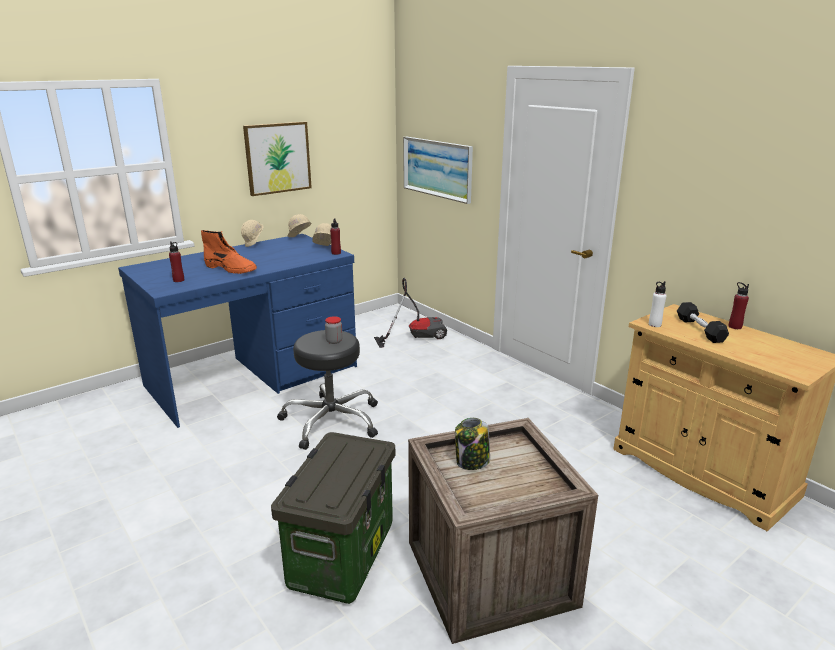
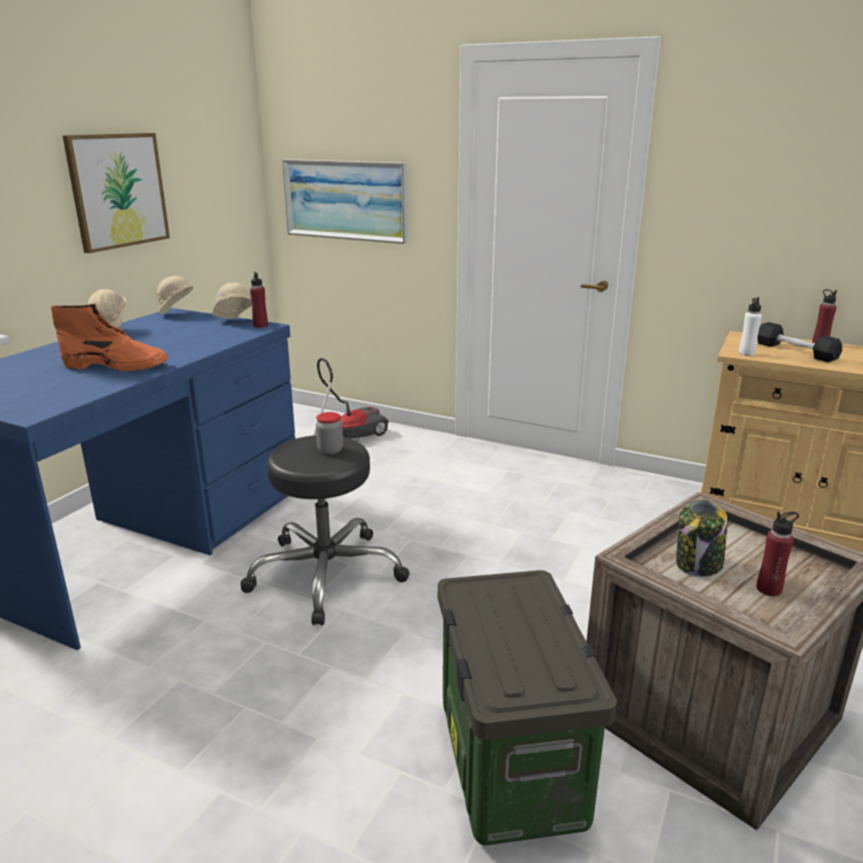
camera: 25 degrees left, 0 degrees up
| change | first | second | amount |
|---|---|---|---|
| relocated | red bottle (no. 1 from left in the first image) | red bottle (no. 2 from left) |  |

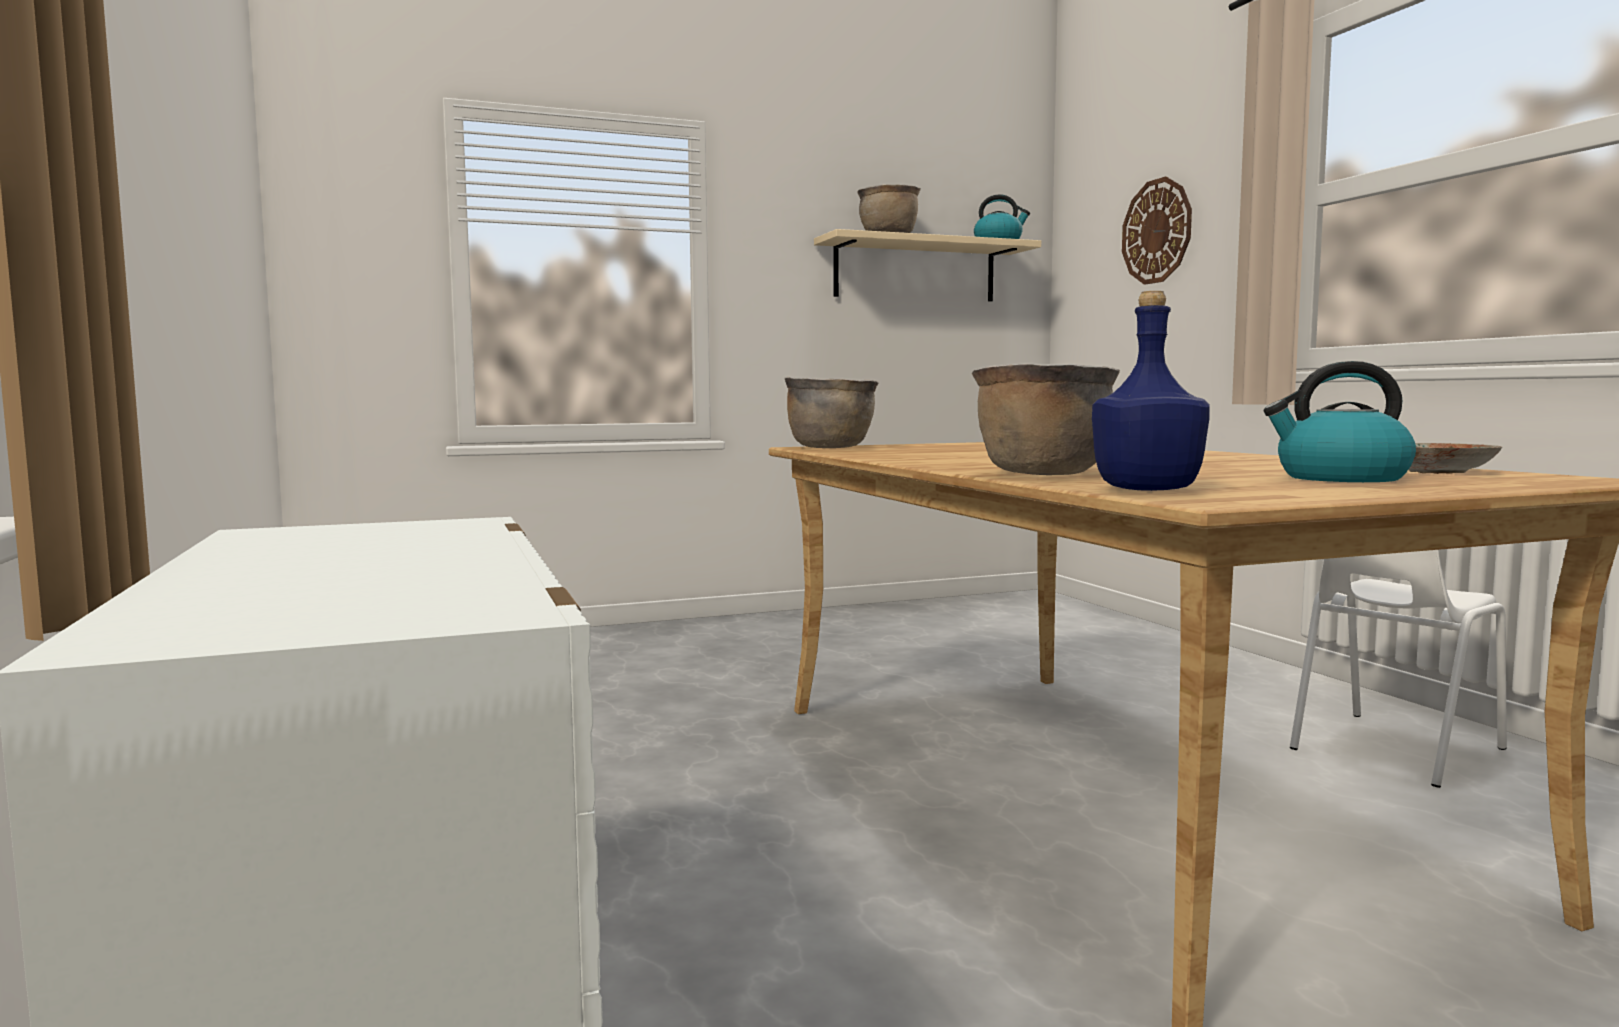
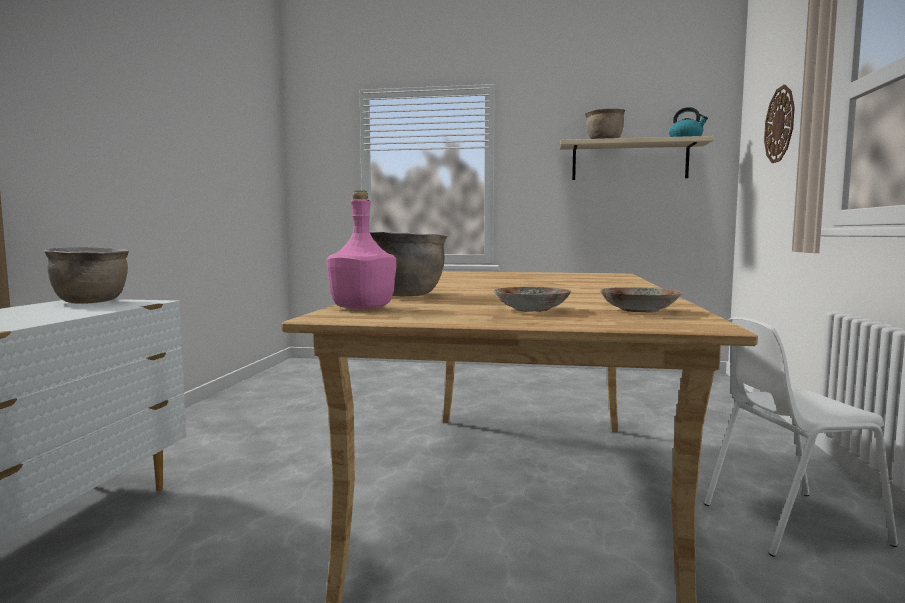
camera: 30 degrees right, 0 degrees up
| change | first | second | amount |
|---|---|---|---|
| relocated | brown cooking pot (no. 1 from left) |  |  |
| exchanged | kettle (no. 2 from left) | plate (no. 1 from left) |  |
| colour | blue bottle | pink bottle |  |

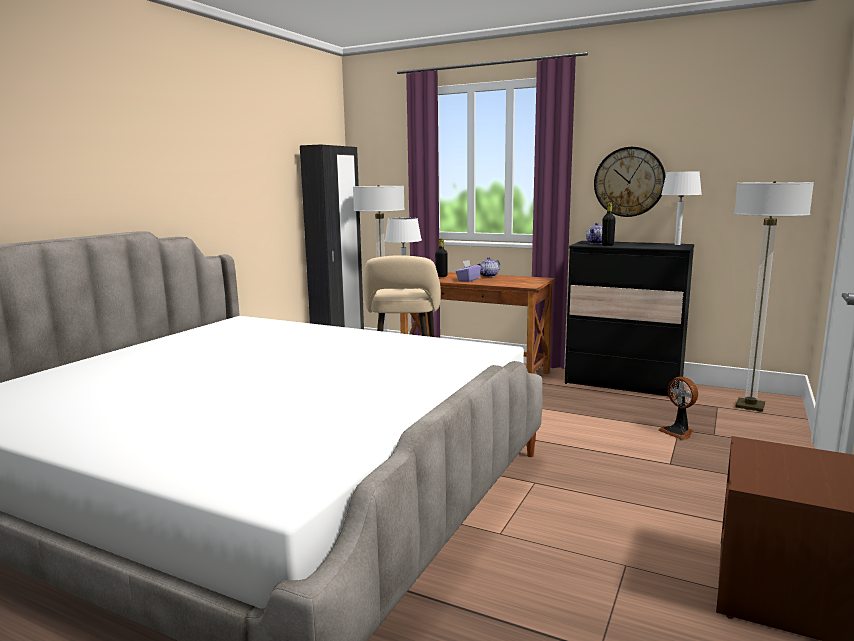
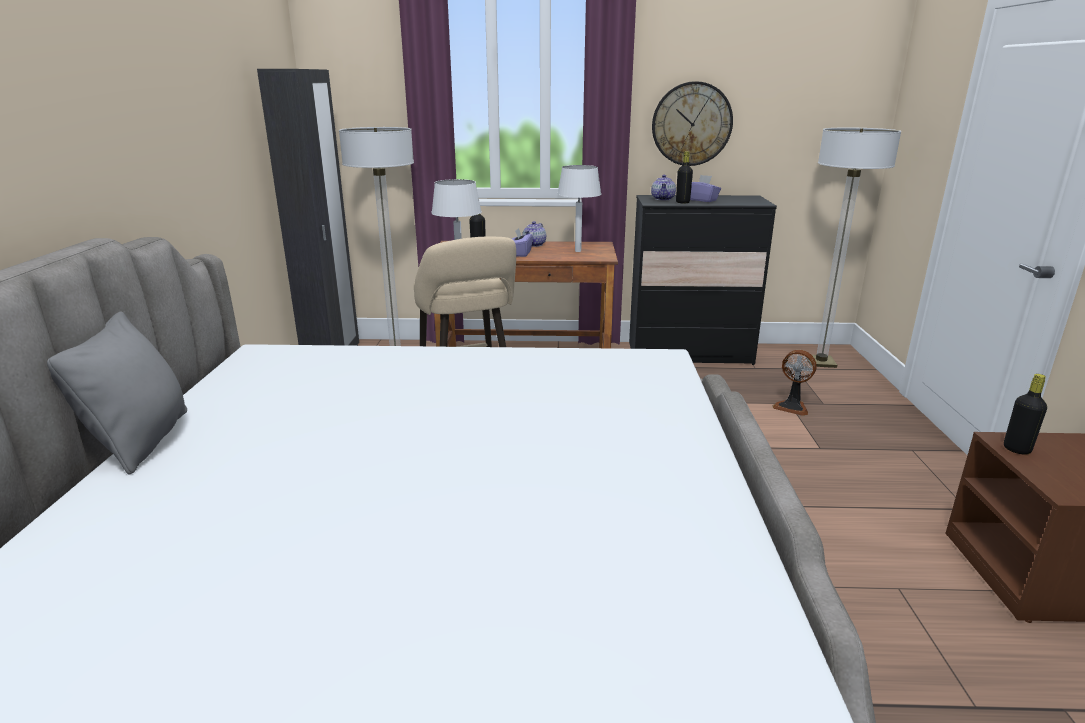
camera: 25 degrees left, 10 degrees up
| change | first | second | amount |
|---|---|---|---|
| appeared |  | grey pillow |  |
| appeared |  | purple tissue box (no. 2 from left) |  |
| appeared |  | black bottle (no. 3 from left) |  |
| relocated | white table lamp (no. 2 from left) |  |  |

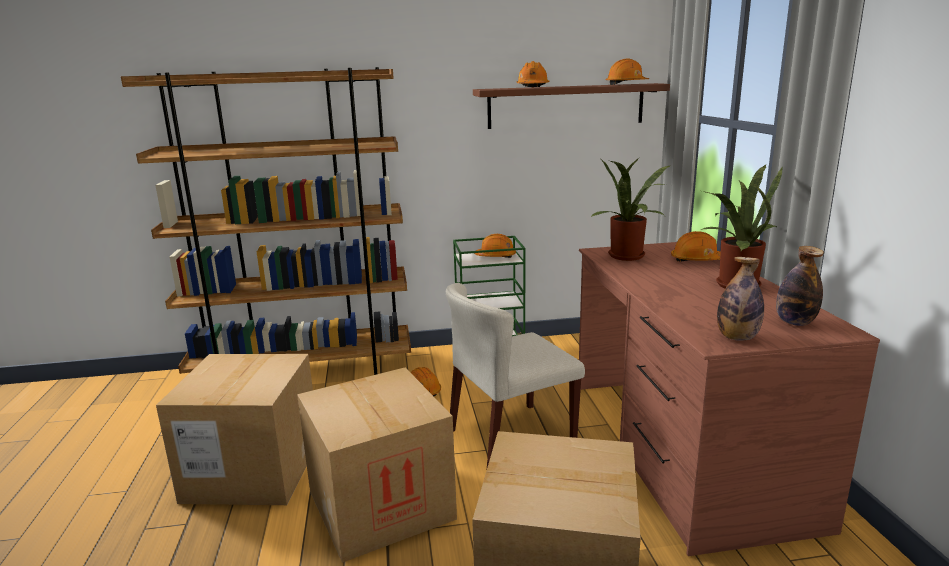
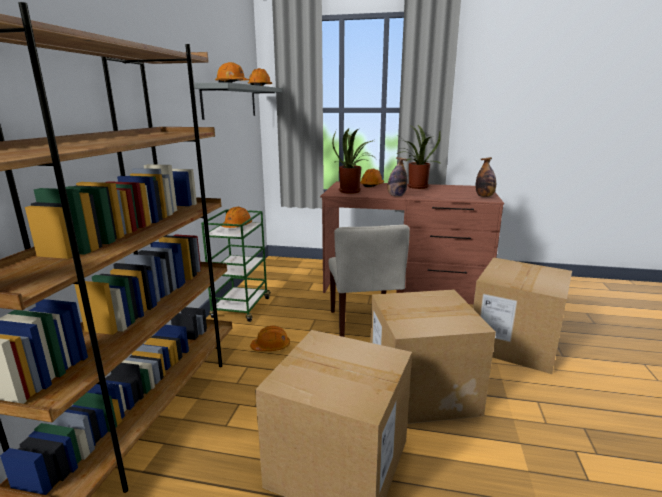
camera: 70 degrees left, 0 degrees up
| change | first | second | amount |
|---|---|---|---|
| relocated | bottle (no. 2 from left in the first image) | bottle (no. 1 from left) |  |
| colour | brown shelf | grey shelf |  |

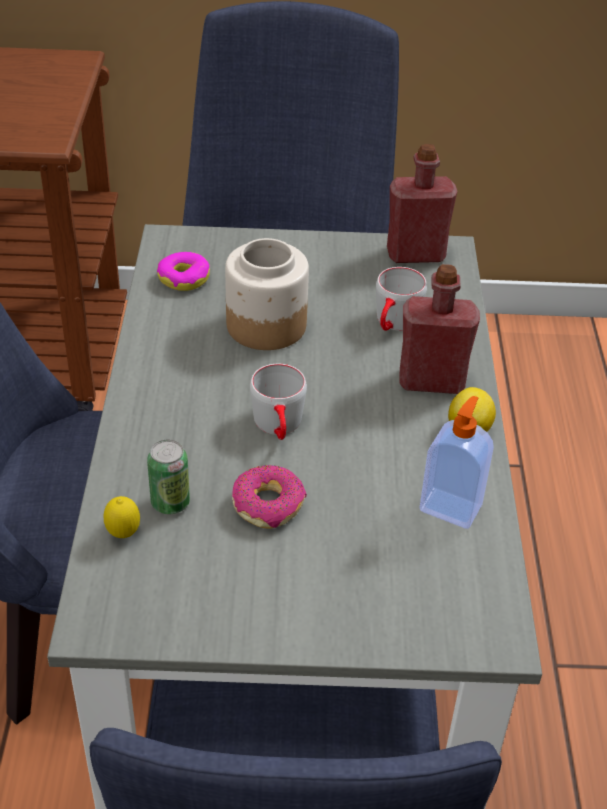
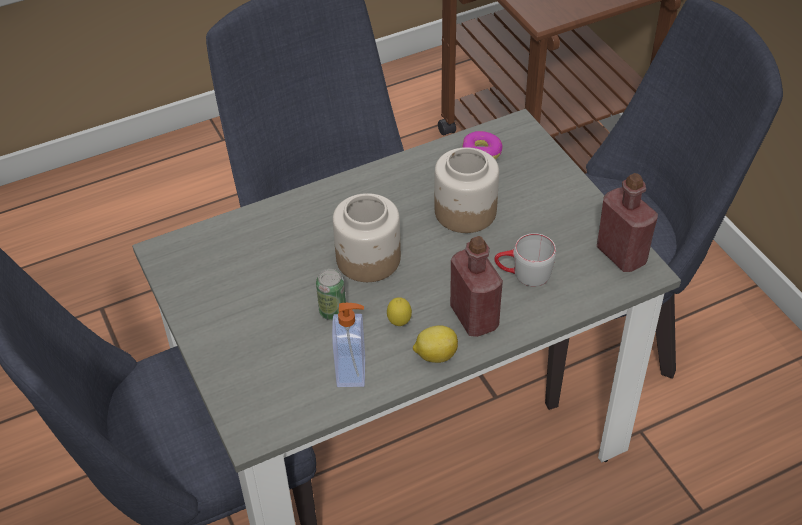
camera: 65 degrees right, 5 degrees up
| change | first | second | amount |
|---|---|---|---|
| missing | donut (no. 2 from left) |  |  |
| relocated | lemon (no. 1 from left) |  |  |
| relocated | can |  |  |
| exchanged | grey mug (no. 1 from left) | jar (no. 1 from left) |  |

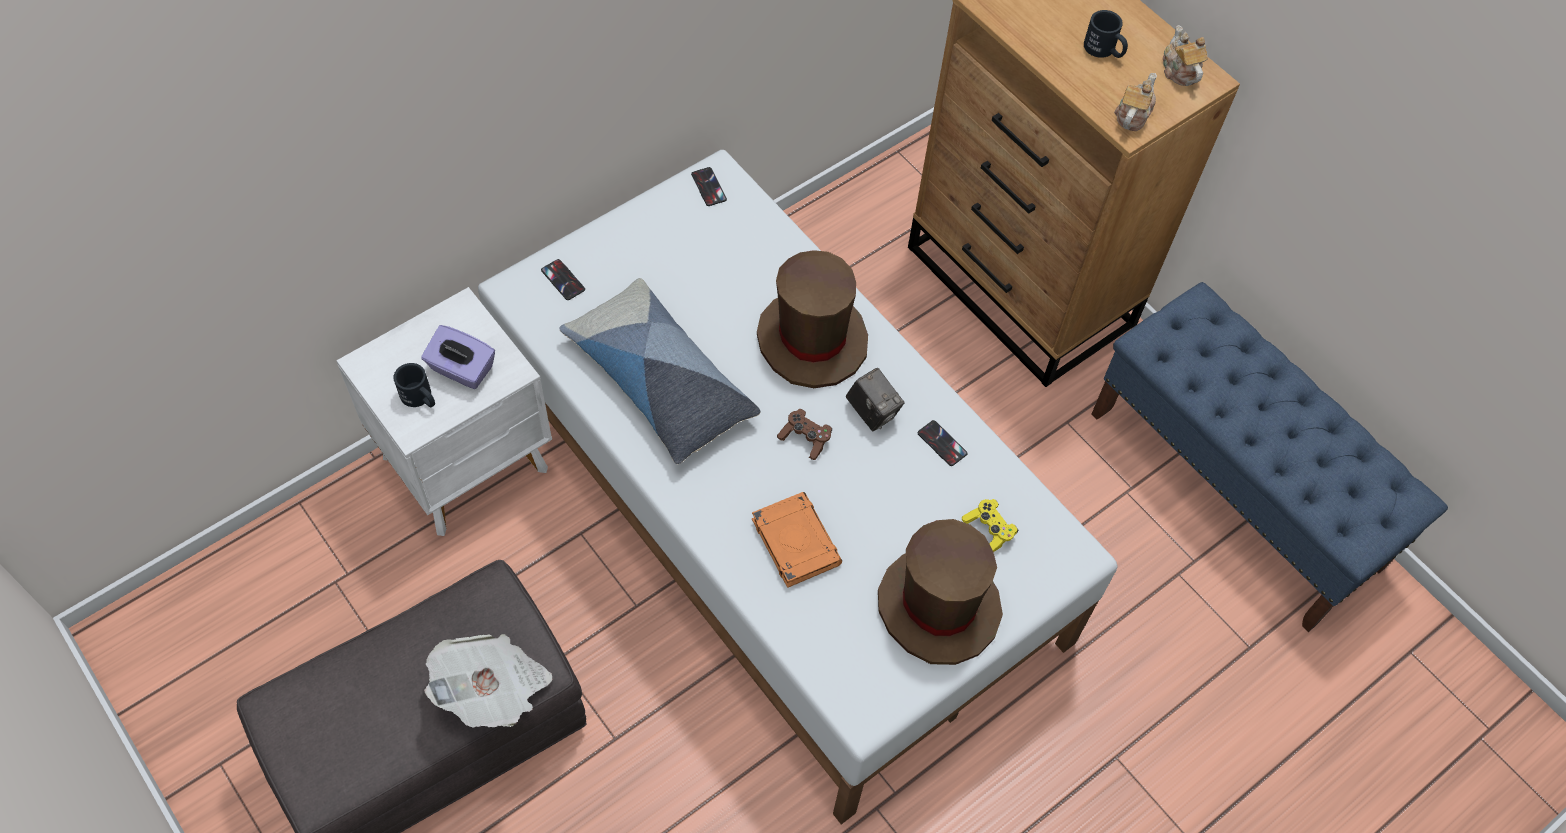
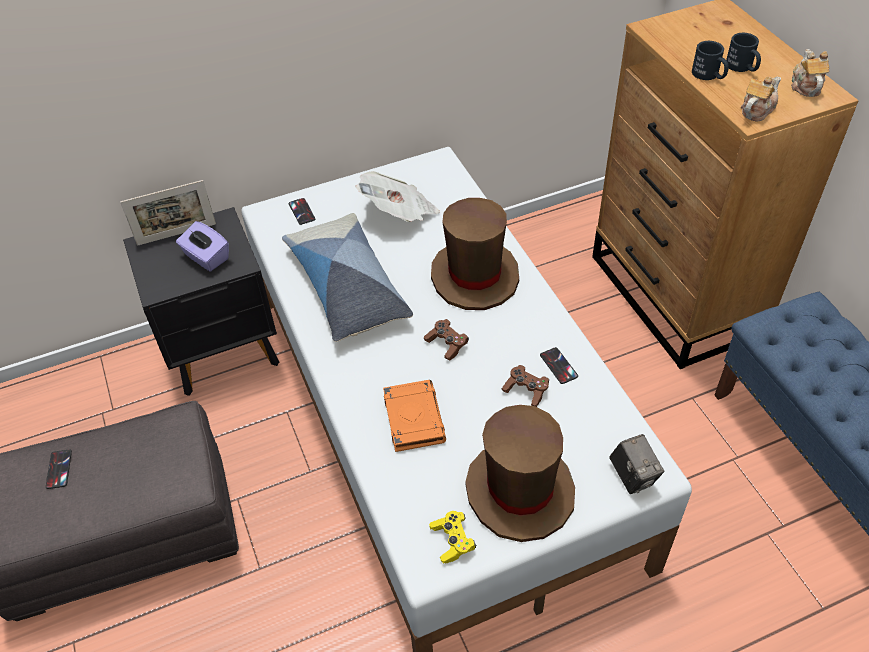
camera: 20 degrees right, 10 degrees down
| change | first | second | amount |
|---|---|---|---|
| appeared |  | picture frame |  |
| appeared |  | brown game controller (no. 2 from left) |  |
| relocated | black mug (no. 1 from left) |  |  |
| relocated | newspaper |  |  |
| relocated | phone (no. 2 from left in the first image) | phone (no. 1 from left) |  |
| relocated | photo camera |  |  |
| relocated | yellow game controller |  |  |
| colour | white nightstand | black nightstand |  |

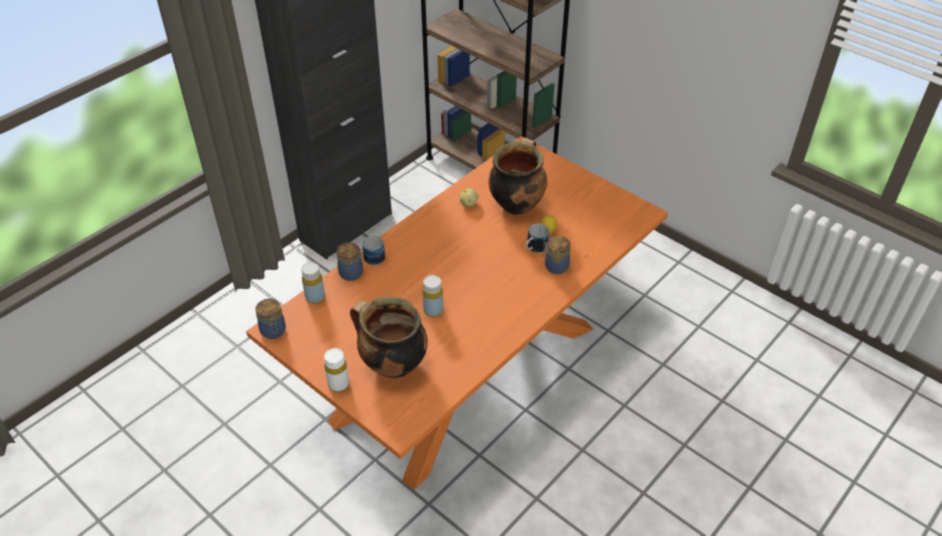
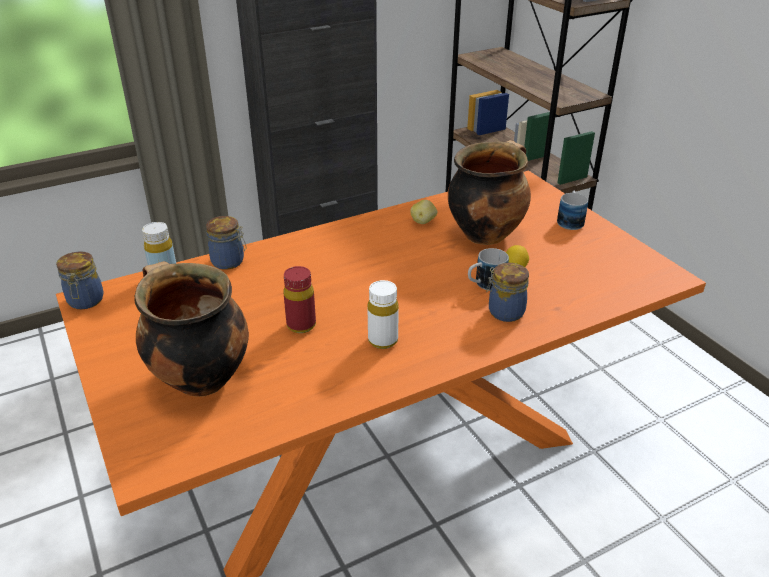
camera: 20 degrees right, 10 degrees down
| change | first | second | amount |
|---|---|---|---|
| relocated | white bottle |  |  |
| relocated | mug (no. 1 from left in the first image) | mug (no. 2 from left) |  |
| colour | yellow bottle (no. 2 from left) | red bottle |  |

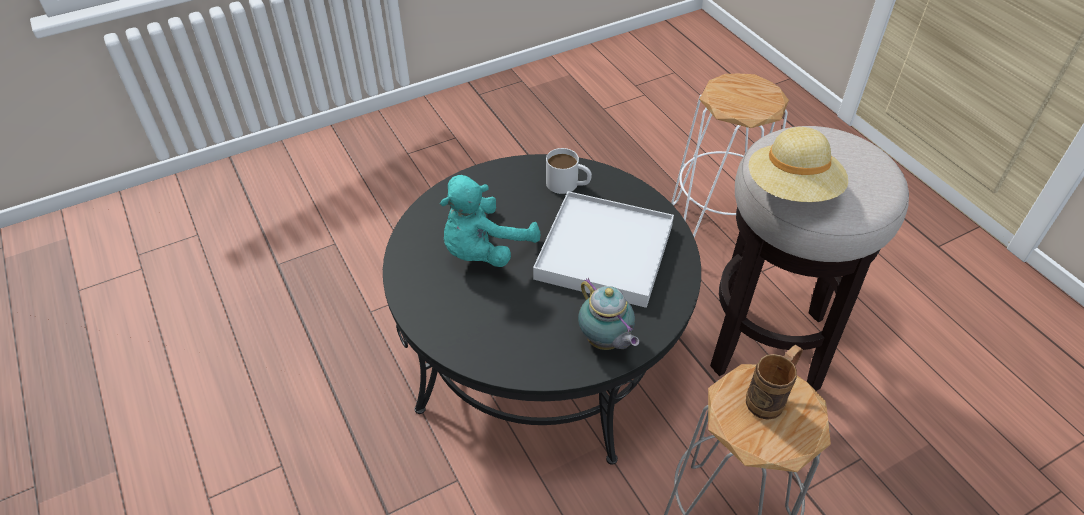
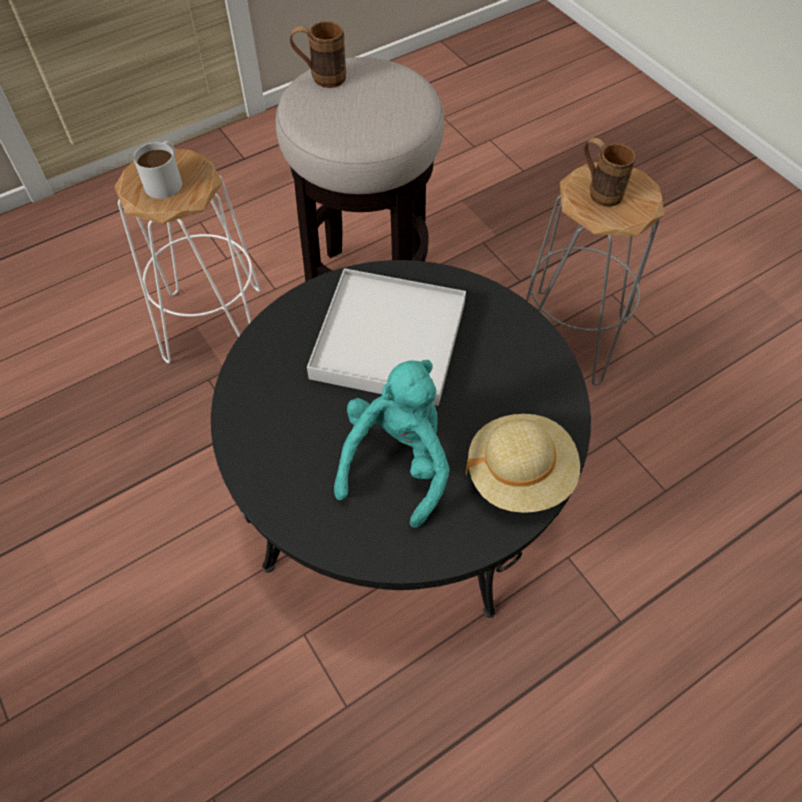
camera: 95 degrees left, 10 degrees up
| change | first | second | amount |
|---|---|---|---|
| missing | teapot |  |  |
| appeared |  | brown mug (no. 1 from left) |  |
| relocated | white mug |  |  |
| relocated | beige hat |  |  |
| spun | turquoise plush toy |  | 105 degrees counterclockwise |

